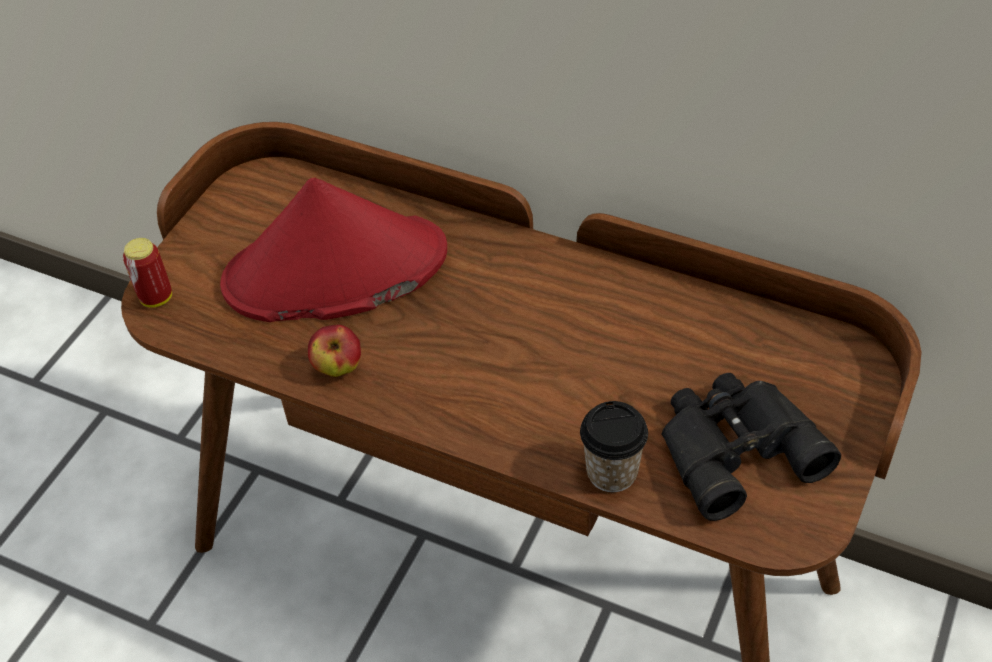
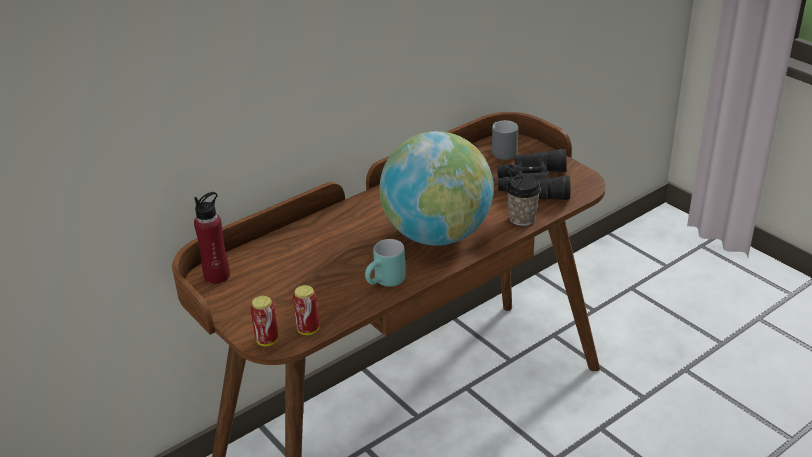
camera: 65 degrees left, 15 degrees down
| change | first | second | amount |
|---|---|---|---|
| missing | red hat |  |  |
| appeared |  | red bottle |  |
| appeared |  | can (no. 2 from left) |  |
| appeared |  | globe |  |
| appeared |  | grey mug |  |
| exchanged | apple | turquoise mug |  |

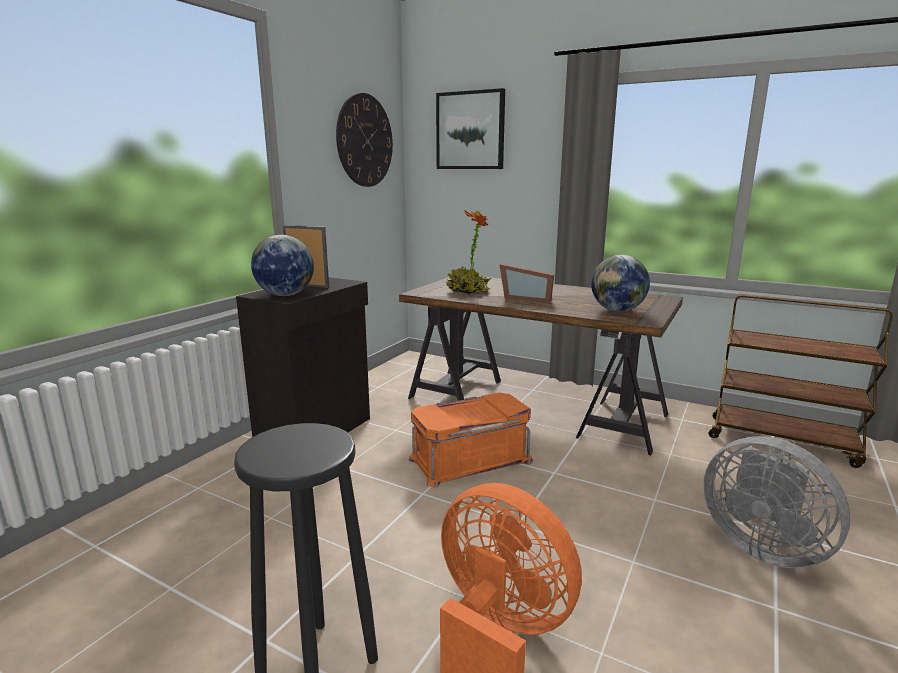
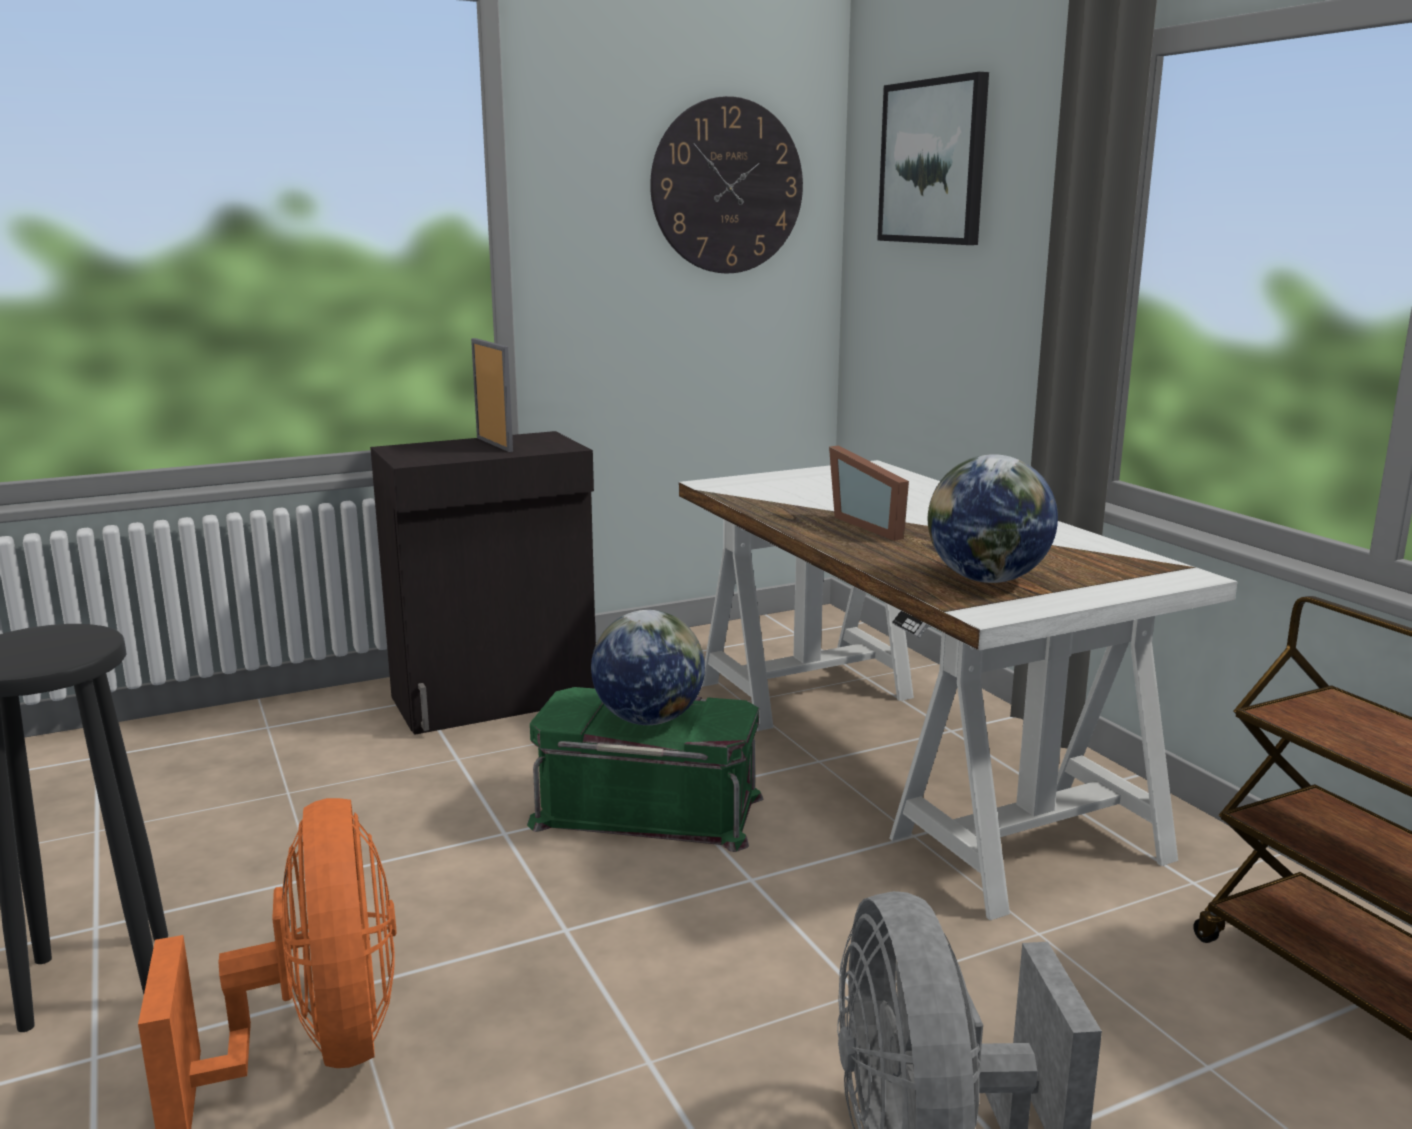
camera: 35 degrees right, 0 degrees up
| change | first | second | amount |
|---|---|---|---|
| missing | potted plant |  |  |
| relocated | globe (no. 1 from left) |  |  |
| colour | brown desk | white desk |  |
| colour | orange storage box | green storage box |  |

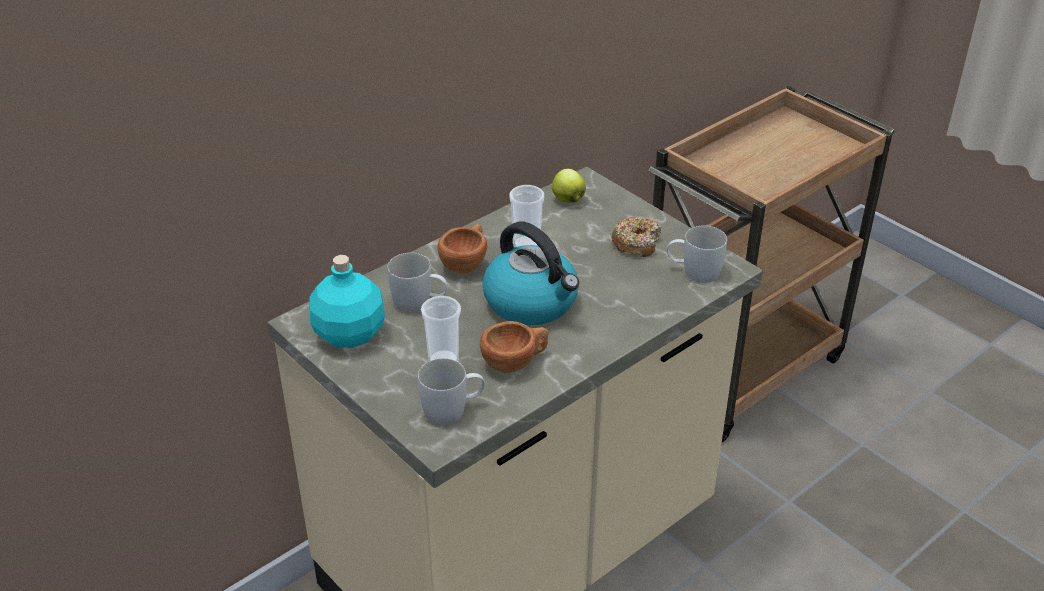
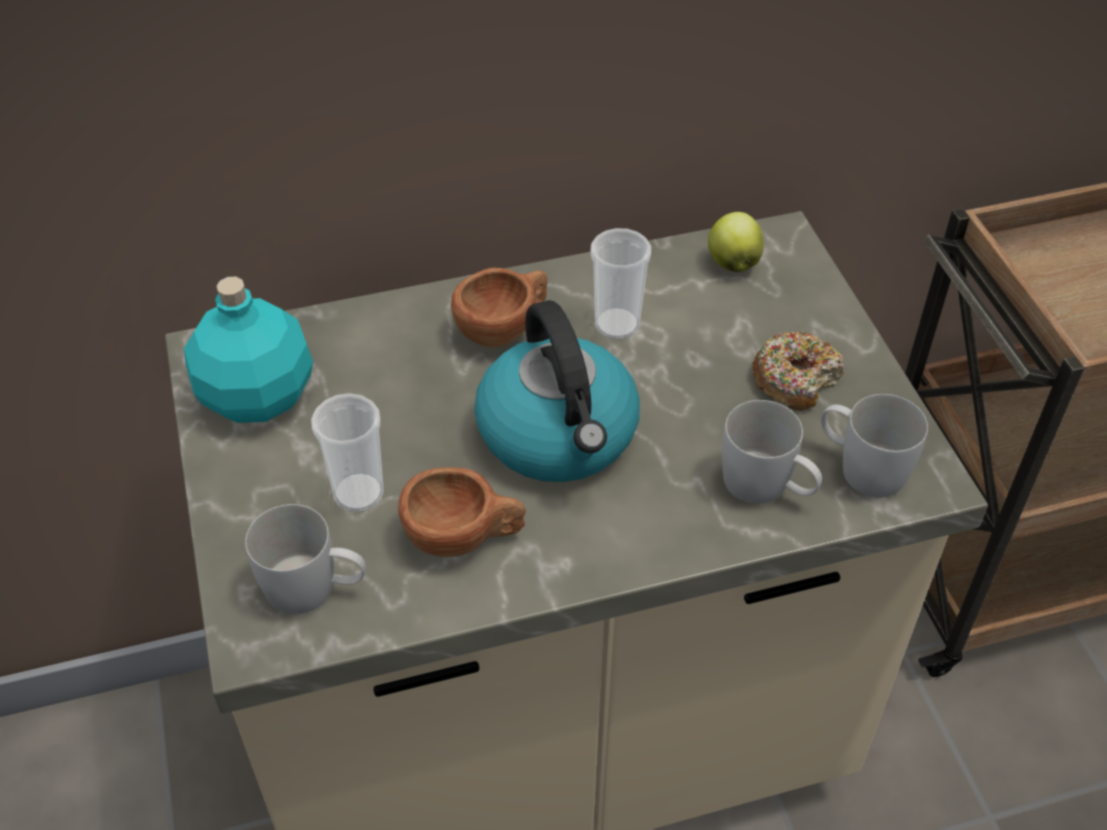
camera: 25 degrees right, 10 degrees up
| change | first | second | amount |
|---|---|---|---|
| relocated | white mug (no. 1 from left in the first image) | white mug (no. 2 from left) |  |

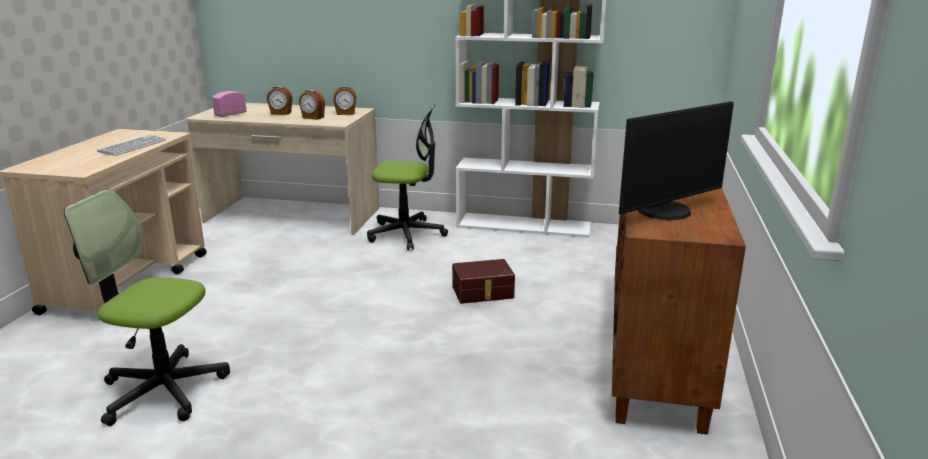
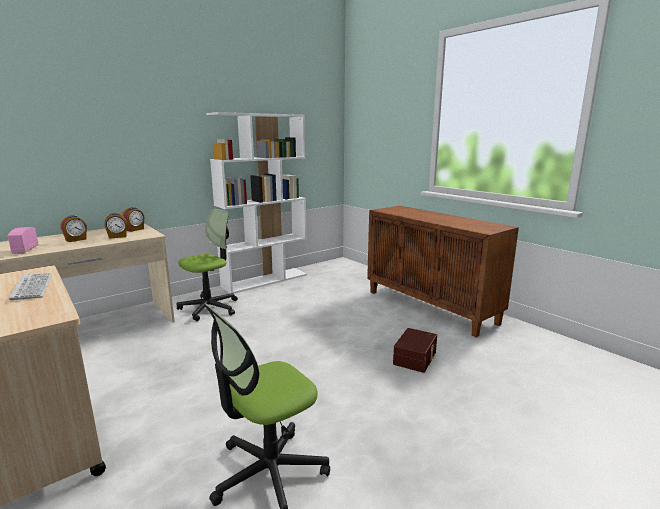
camera: 50 degrees left, 5 degrees down
| change | first | second | amount |
|---|---|---|---|
| missing | monitor |  |  |
| relocated | brown storage box |  |  |

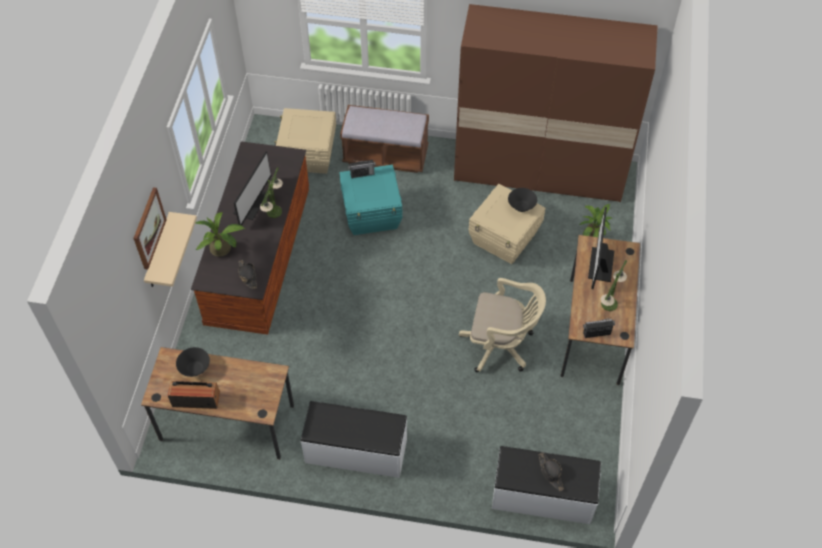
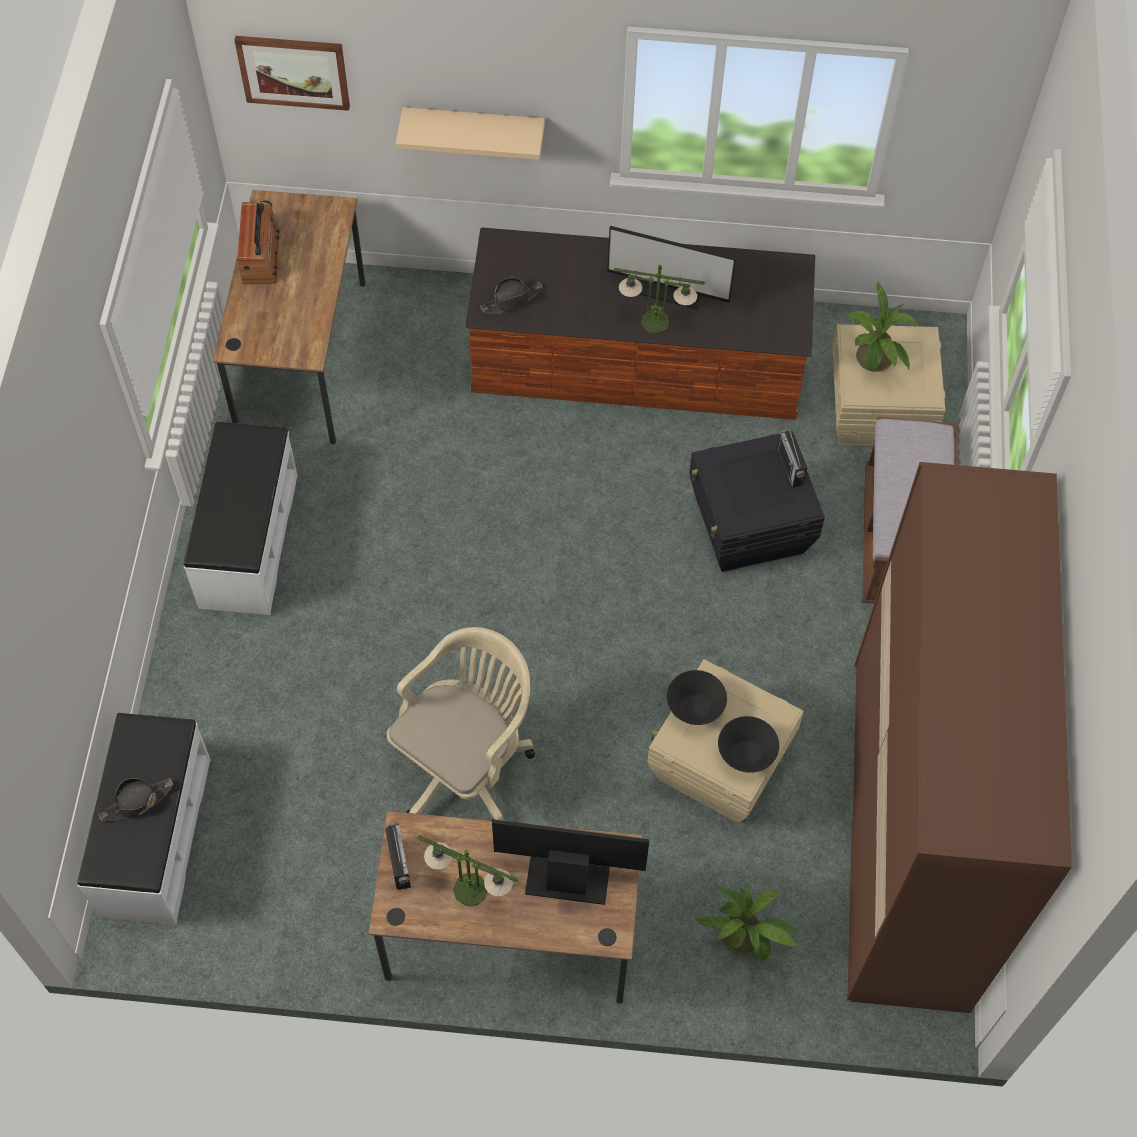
camera: 85 degrees right, 5 degrees up
| change | first | second | amount |
|---|---|---|---|
| relocated | picture |  |  |
| relocated | black bowl (no. 1 from left) |  |  |
| relocated | potted plant (no. 1 from left in the first image) | potted plant (no. 2 from left) |  |
| colour | turquoise storage box | black storage box |  |
| spun | beige office chair |  | 150 degrees counterclockwise |

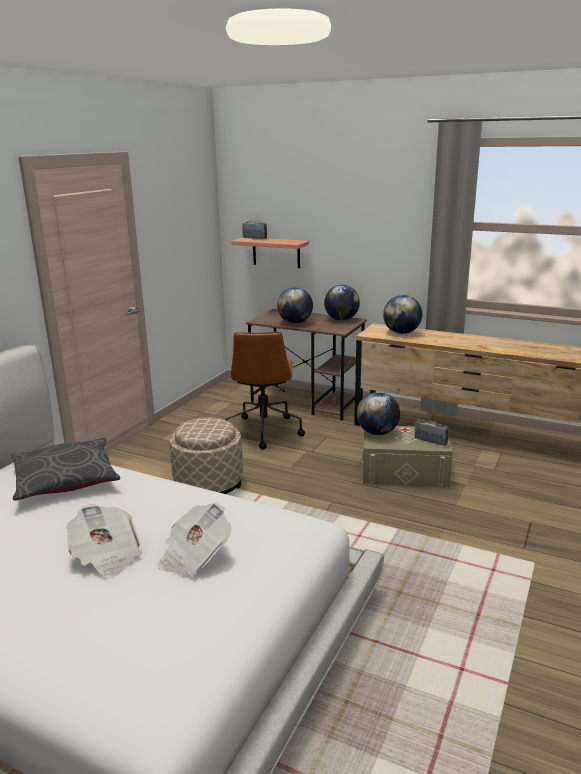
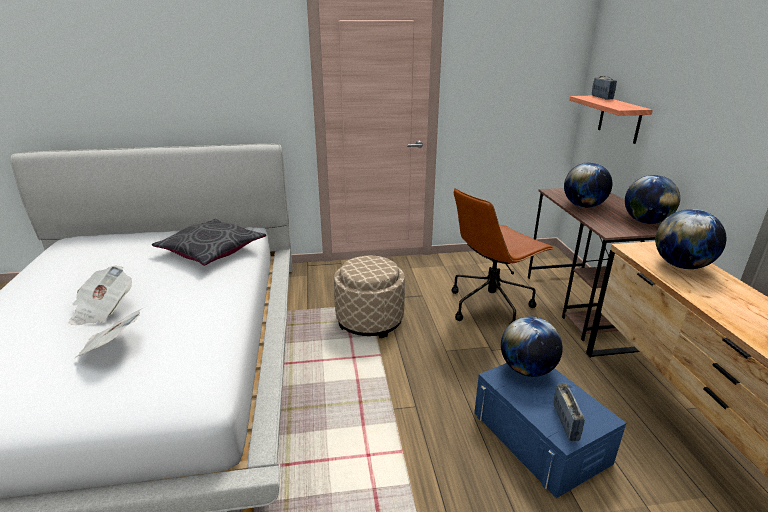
camera: 55 degrees right, 5 degrees up
| change | first | second | amount |
|---|---|---|---|
| colour | beige storage box | blue storage box |  |

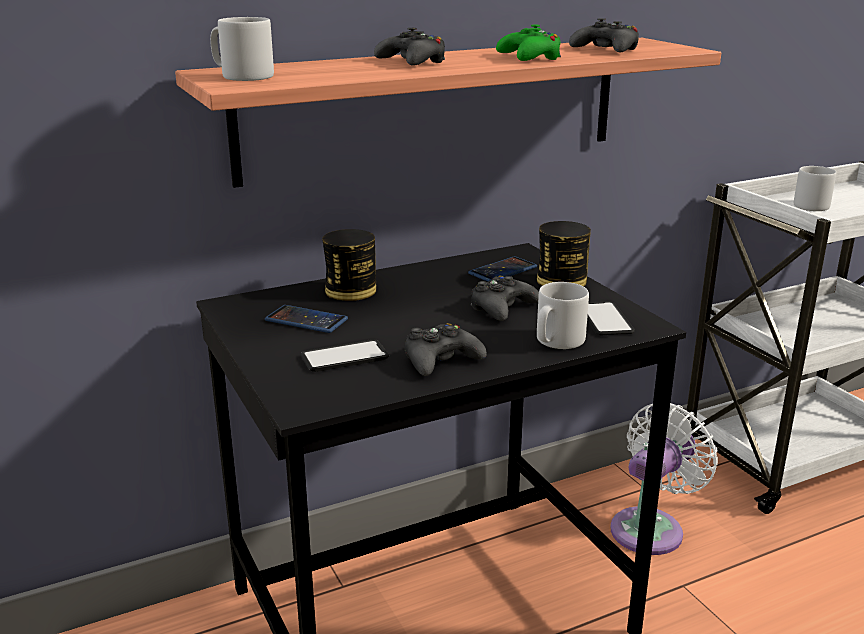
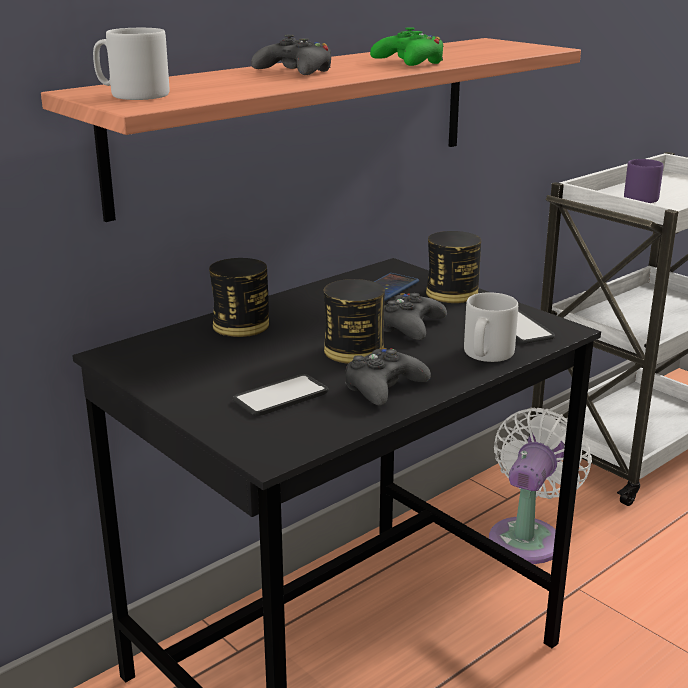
camera: 15 degrees left, 0 degrees up
| change | first | second | amount |
|---|---|---|---|
| missing | phone (no. 1 from left) |  |  |
| missing | black game controller (no. 4 from left) |  |  |
| appeared |  | can (no. 2 from left) |  |
| colour | grey mug (no. 3 from left) | purple mug |  |

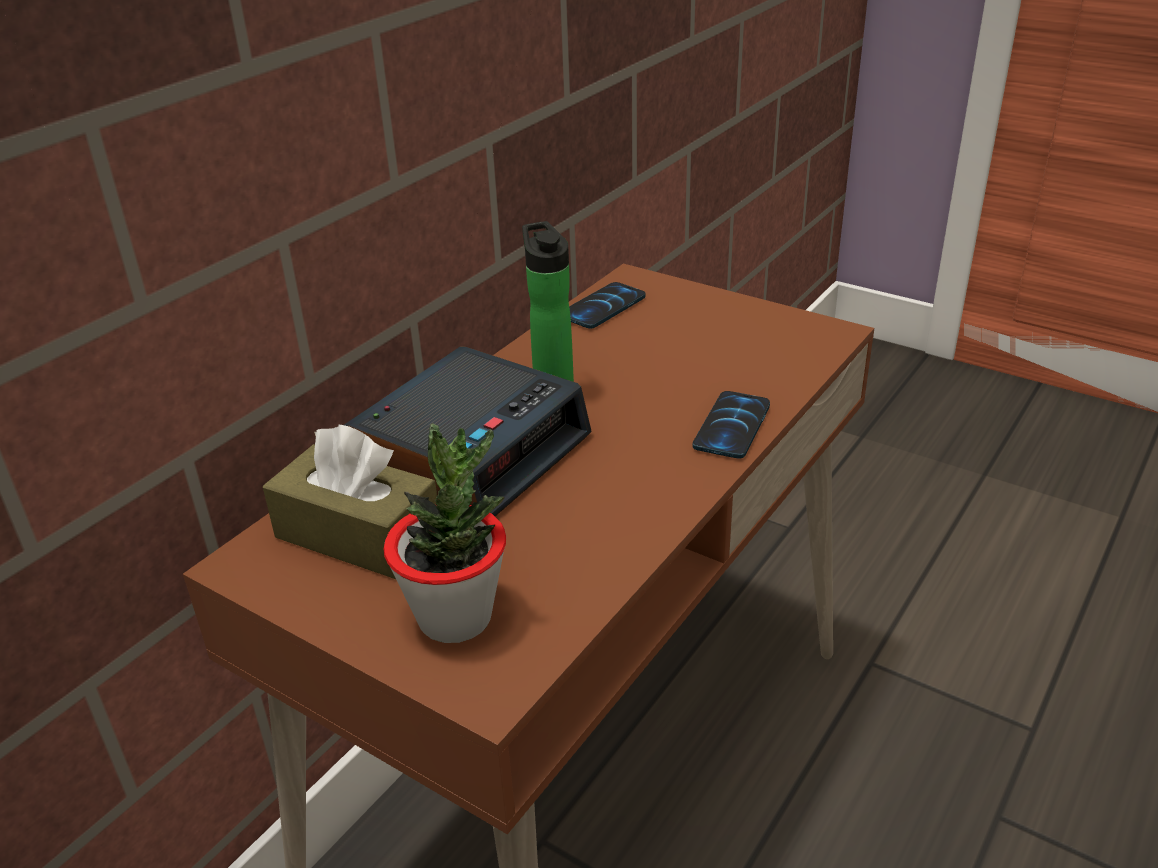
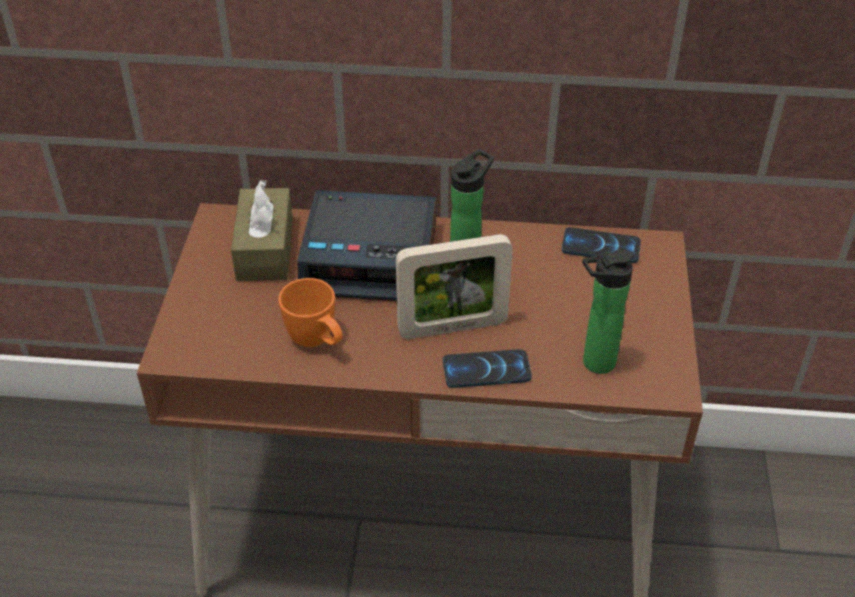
camera: 60 degrees right, 10 degrees up
| change | first | second | amount |
|---|---|---|---|
| missing | potted plant |  |  |
| appeared |  | orange mug |  |
| appeared |  | picture frame |  |
| appeared |  | bottle (no. 2 from left) |  |

